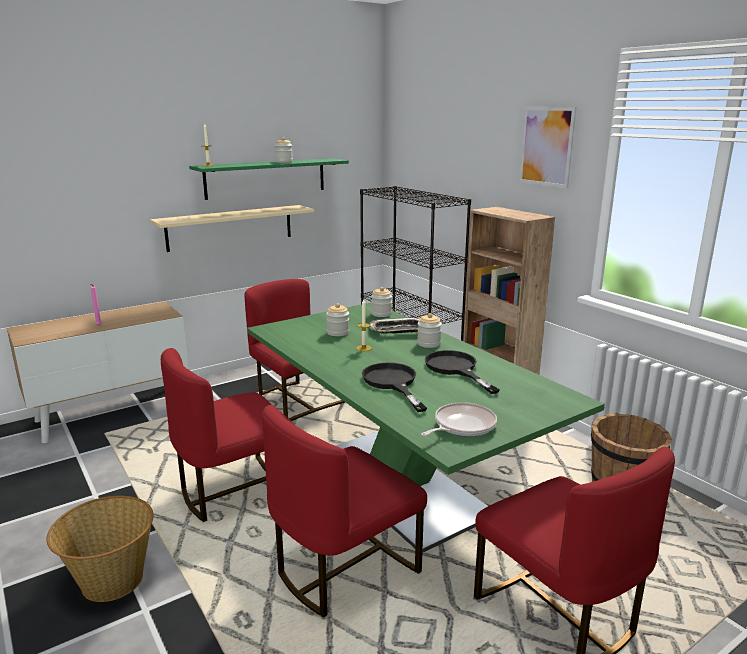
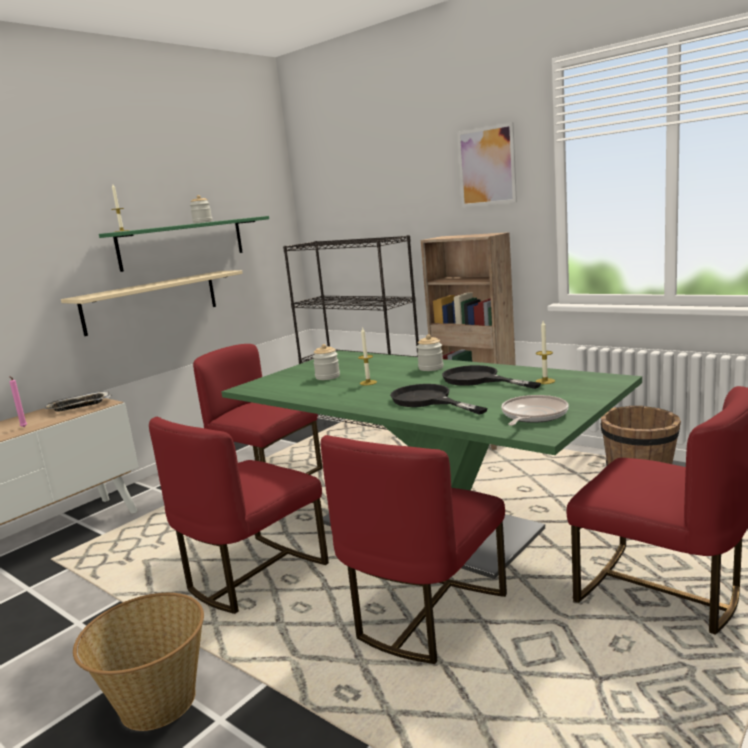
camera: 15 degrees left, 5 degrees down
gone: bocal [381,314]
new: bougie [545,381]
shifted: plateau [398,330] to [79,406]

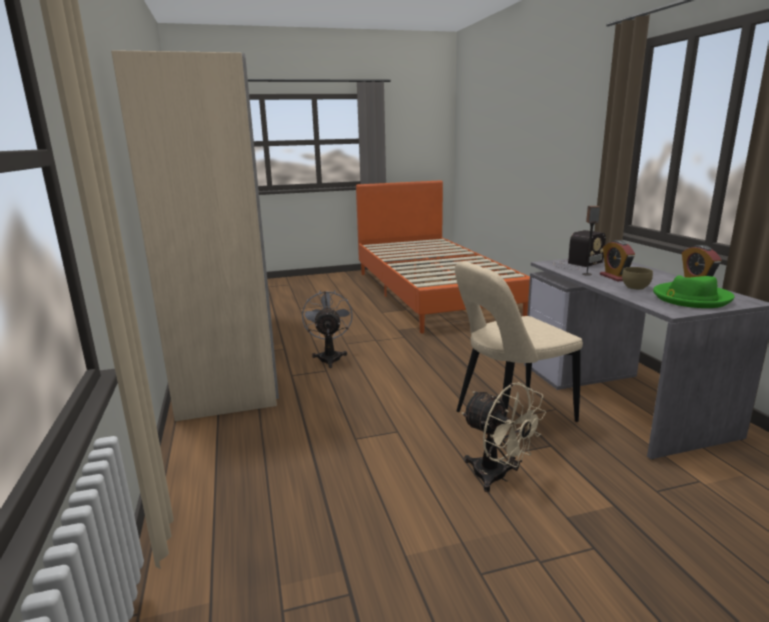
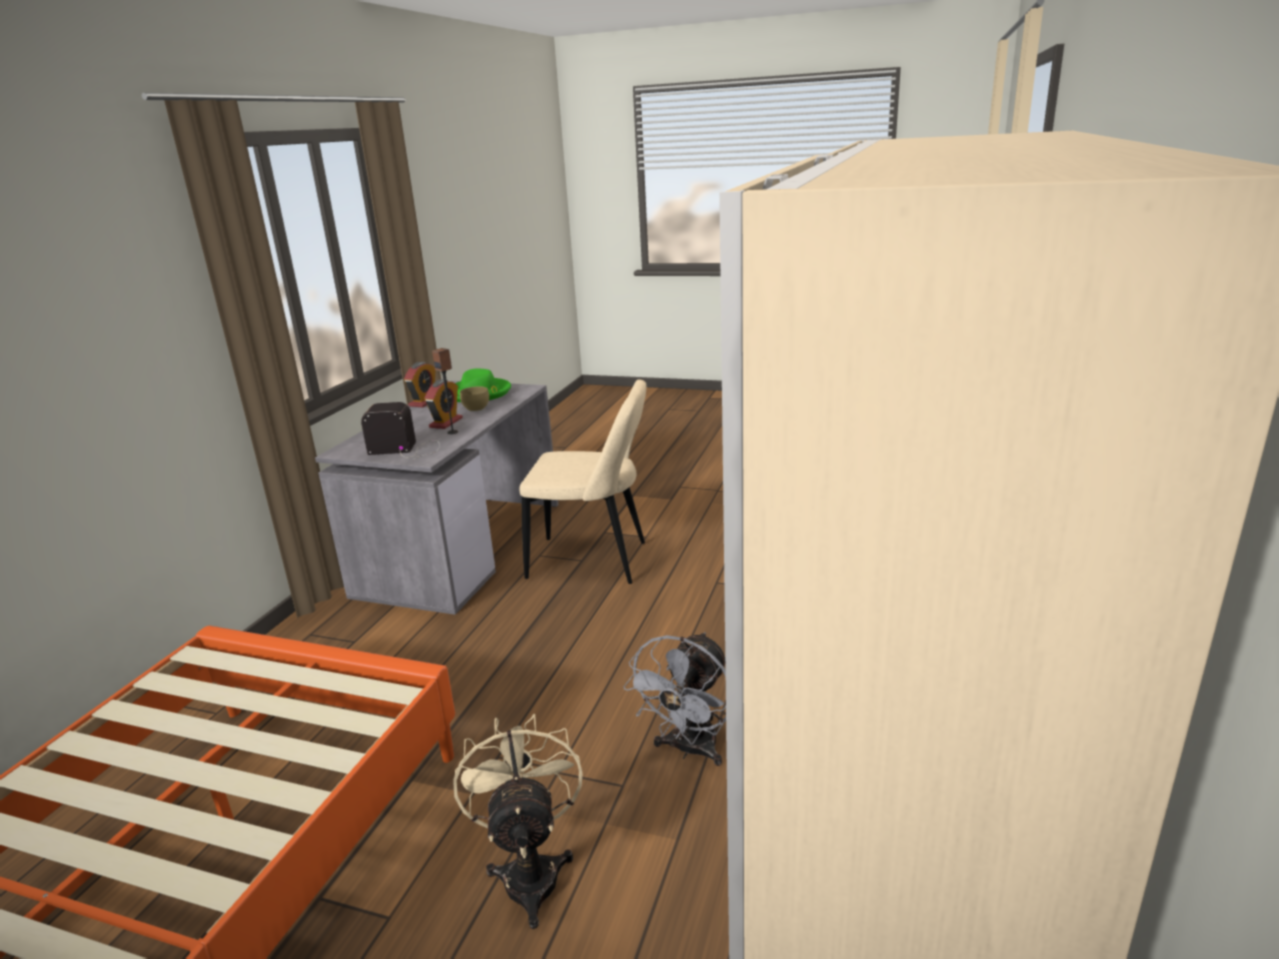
camera: 145 degrees left, 5 degrees up
shifted: ventilateur [beige] [498,477] to [530,871]

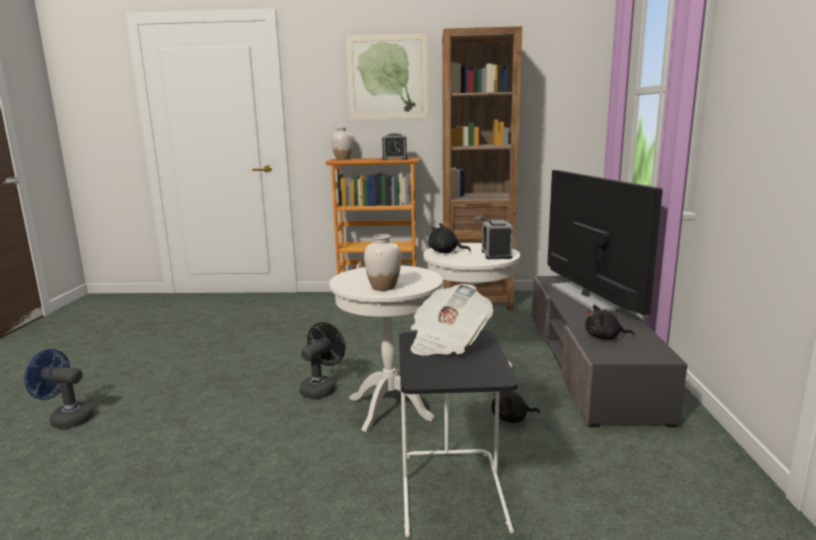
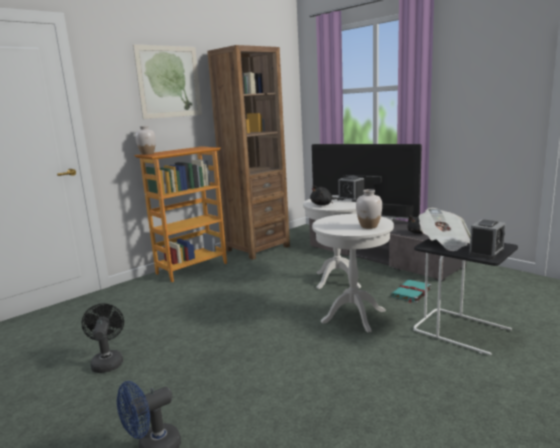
camera: 45 degrees left, 0 degrees up
shifted: réveil [394,159] to [486,252]; ventilateur [noir] [321,388] to [107,361]
swapped: peluche [noir] [512,418] to livre [turquoise] [411,293]

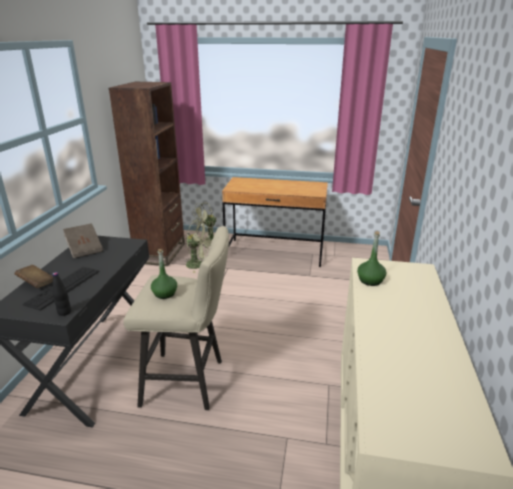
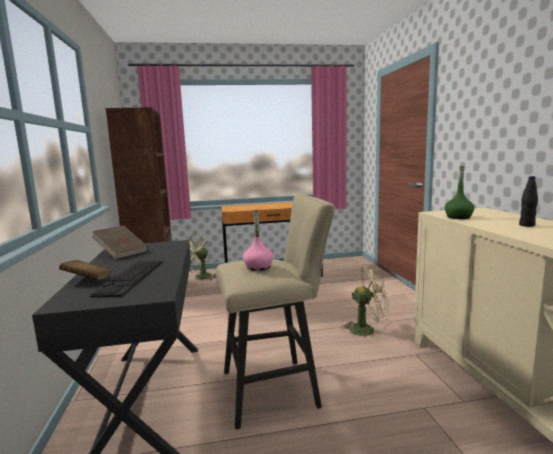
camera: 20 degrees left, 15 degrees down
shifted: ventilateur [vert] [199,265] to [367,329]; bouteille [noir] [64,312] to [527,225]
repainted: bouteille [vert] [165,293] to bouteille [rose] [258,267]

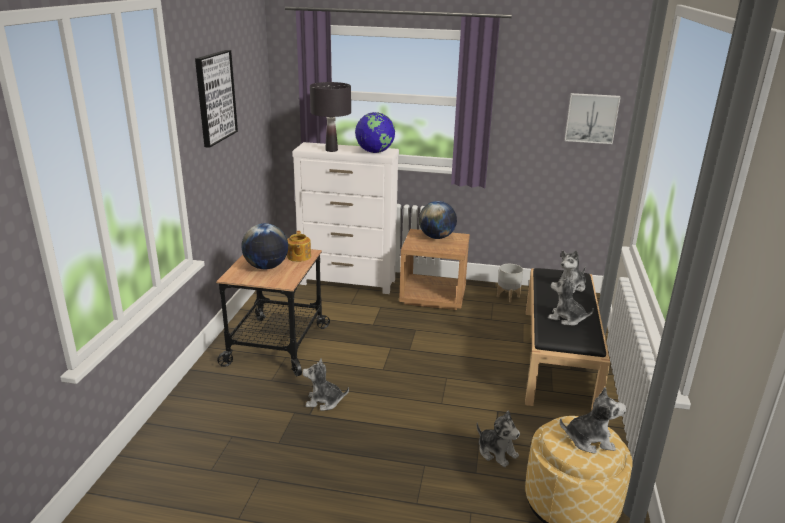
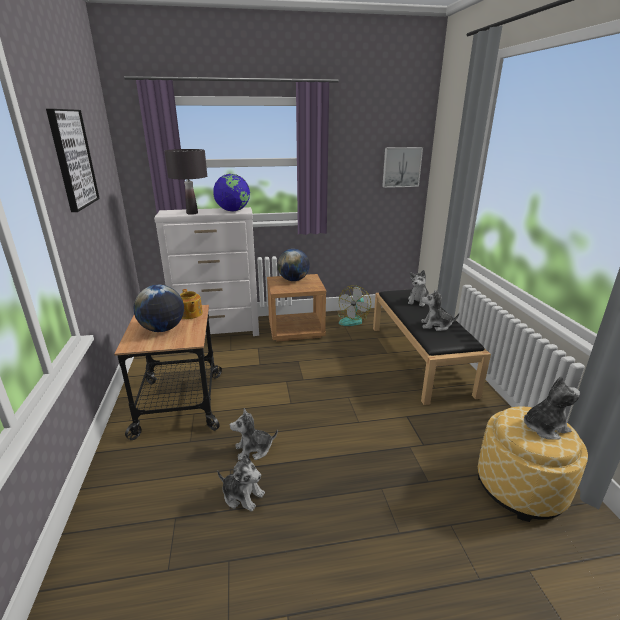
camera: 20 degrees left, 0 degrees up
shifted: peluche [496,452] to [242,495]
swapped: cache-pot [gris] [508,297] to ventilateur [353,319]

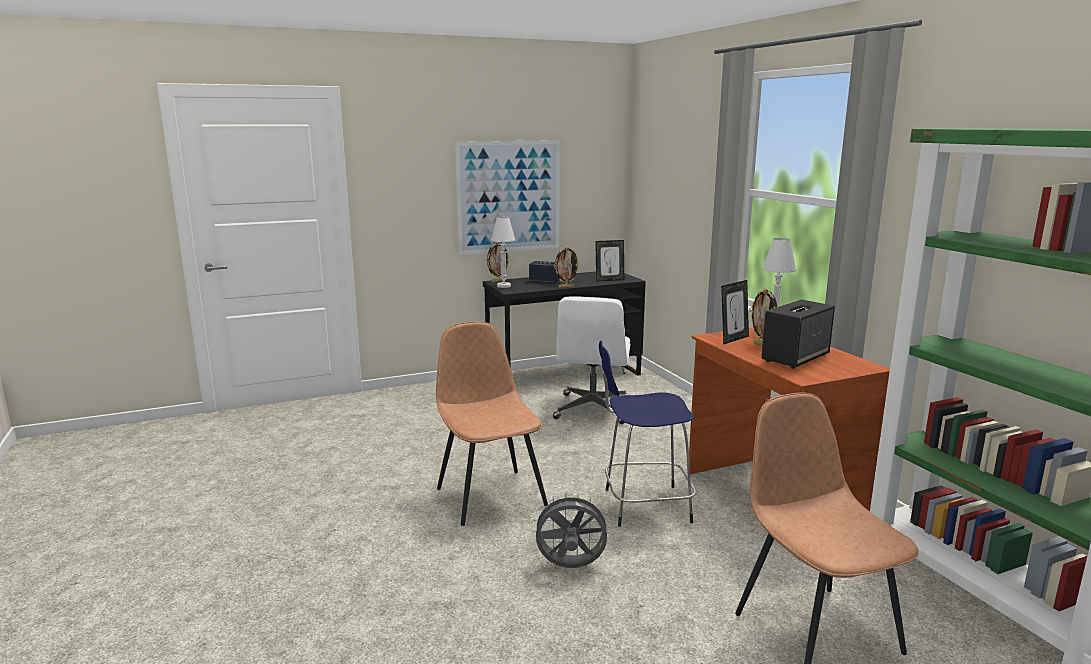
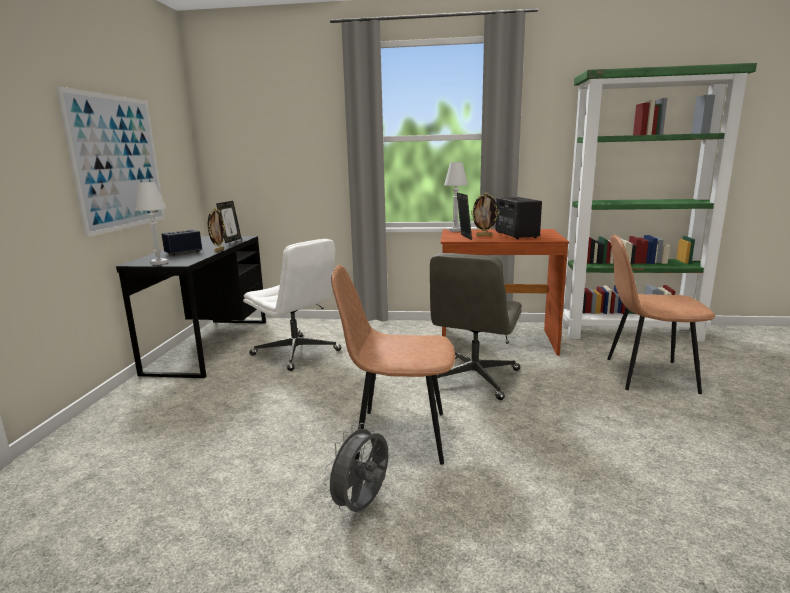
camera: 60 degrees left, 0 degrees up
gone: cadre photo [498,281]
shifted: ventilateur [gris] [570,567] to [362,506]
swapped: tabouret [bleu] [643,505] to chaise de bureau [gris] [474,379]

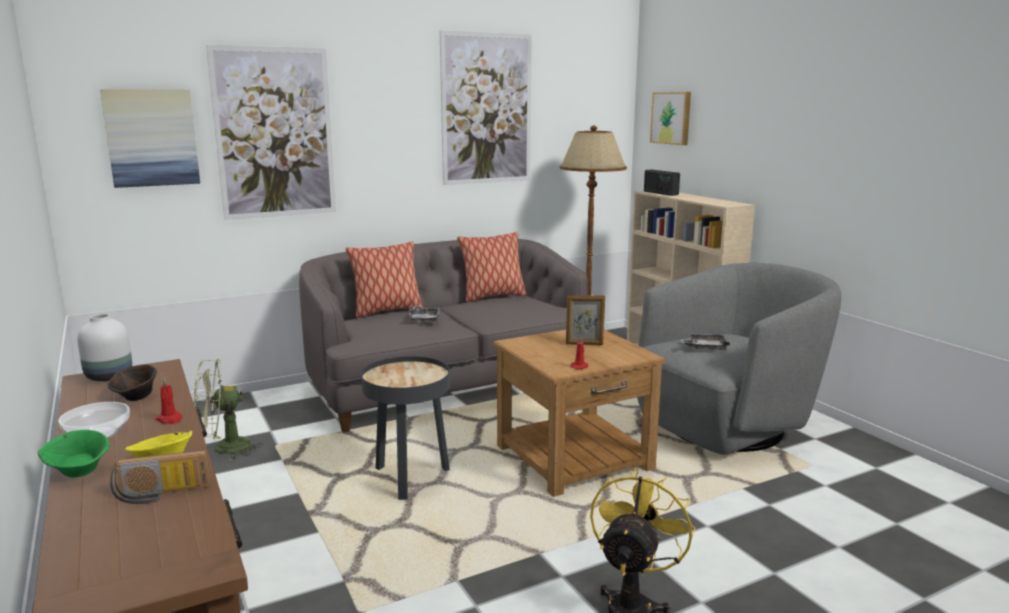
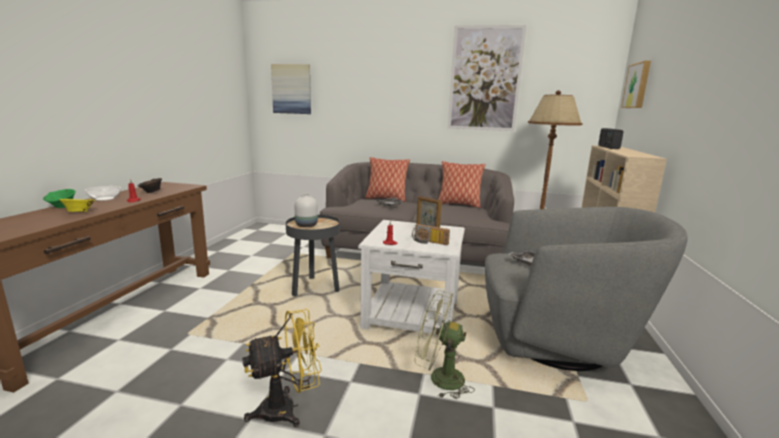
camera: 40 degrees right, 0 degrees up
gone: tableau [274,133]
shifted: vase [blanc] [107,377] to [306,225]; ventilateur [vert] [223,449] to [439,378]; radio [161,494] to [429,242]
repainted: table d'appoint [marron] [574,458] to table d'appoint [blanc] [412,314]

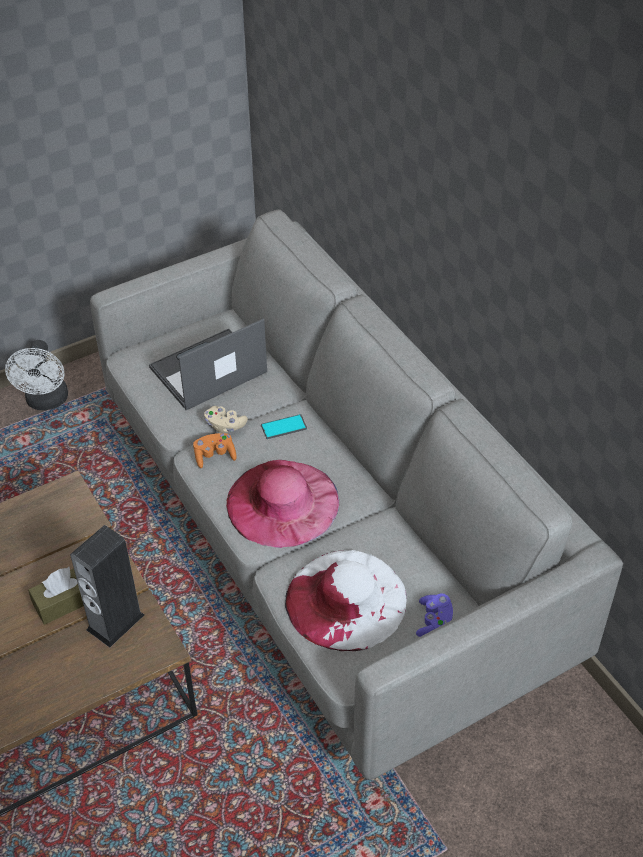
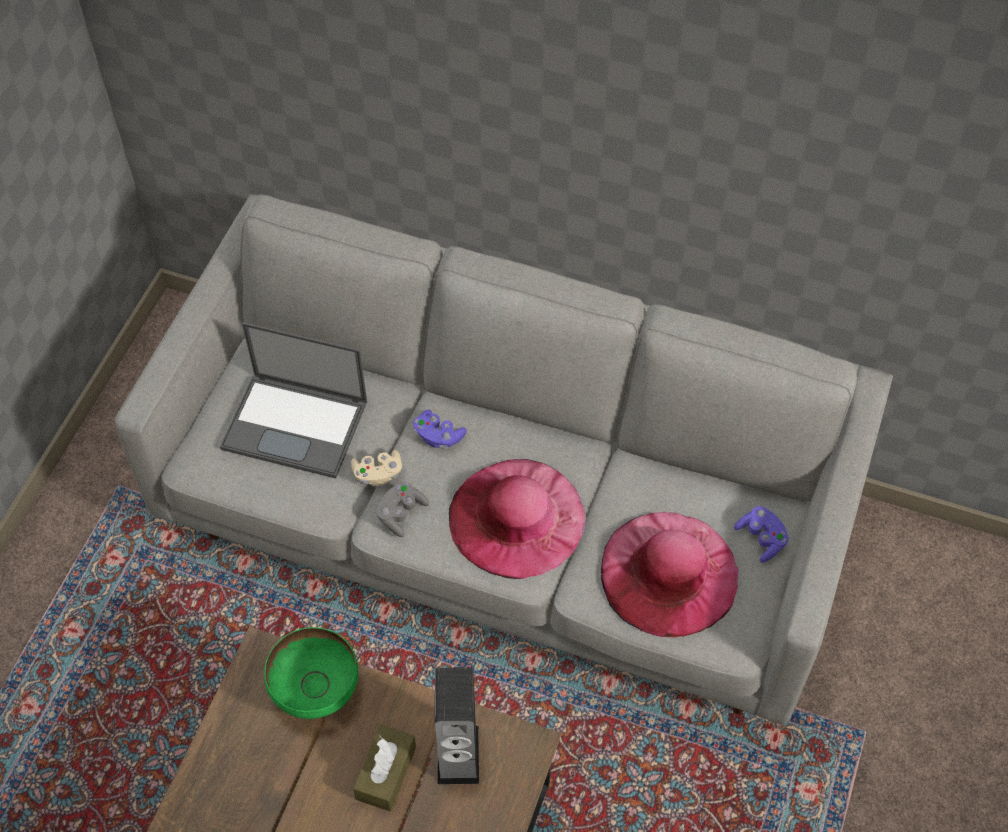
camera: 40 degrees left, 10 degrees up
gone: ventilateur [blanc] [46,402]
new: bol [vert] [315,691]
swapped: téléphone [284,427] to manette [violet] [438,436]
repainted: manette [orange] [214,456] to manette [gris] [401,514]; chapeau [blanc] [346,599] to chapeau [rose] [668,573]
rotated: ordinateur portable [207,371] = [297,425] 90 degrees counterclockwise

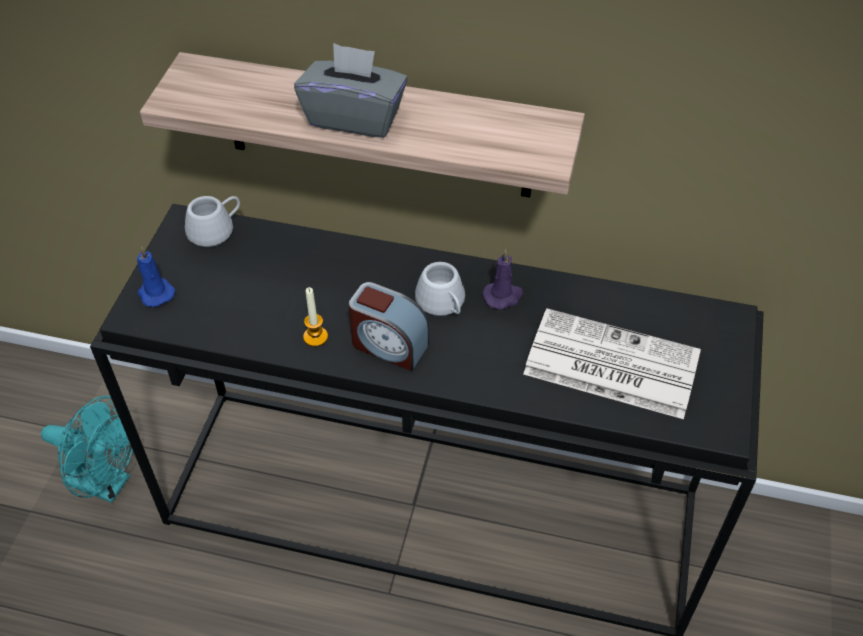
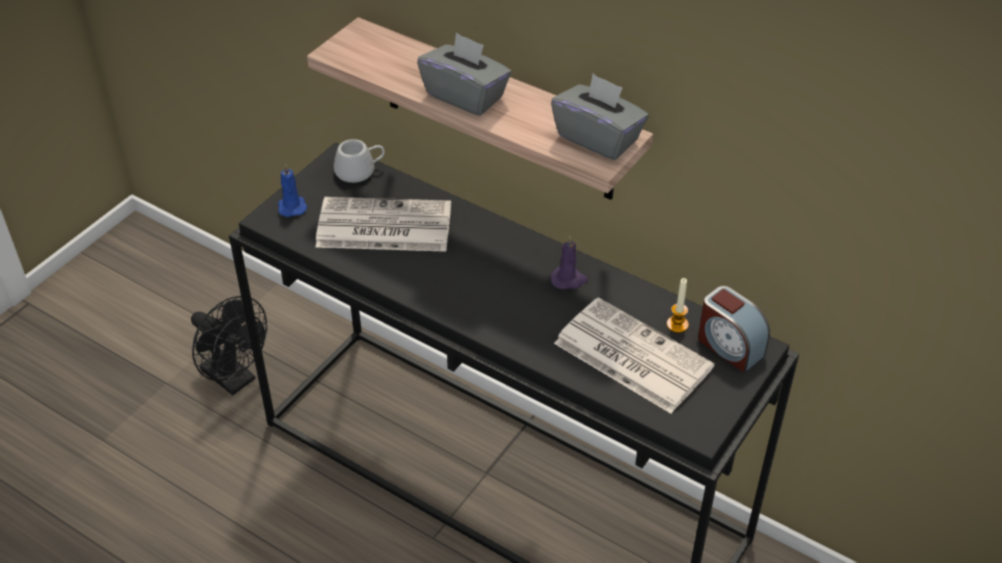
camera: 20 degrees right, 5 degrees down
gone: mug [blanc] [443,304]
new: boîte à mouchoirs [gris] [598,138]; journal [382,226]
shifted: réveil [388,345] to [729,346]; bougie [315,337] to [677,325]
repainted: ventilateur [turquoise] [107,483] to ventilateur [noir] [234,379]

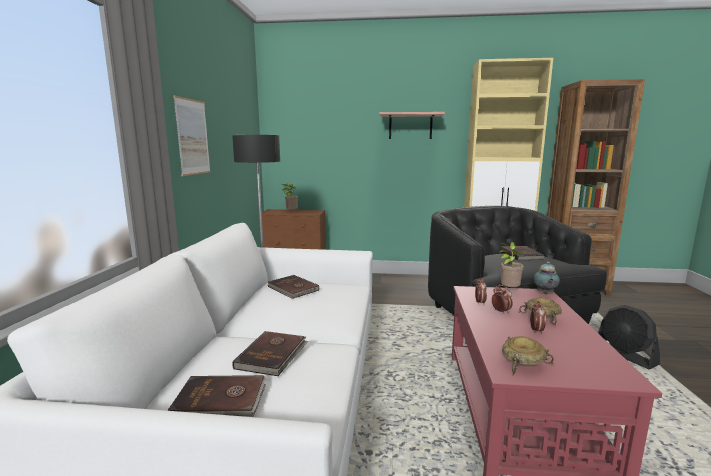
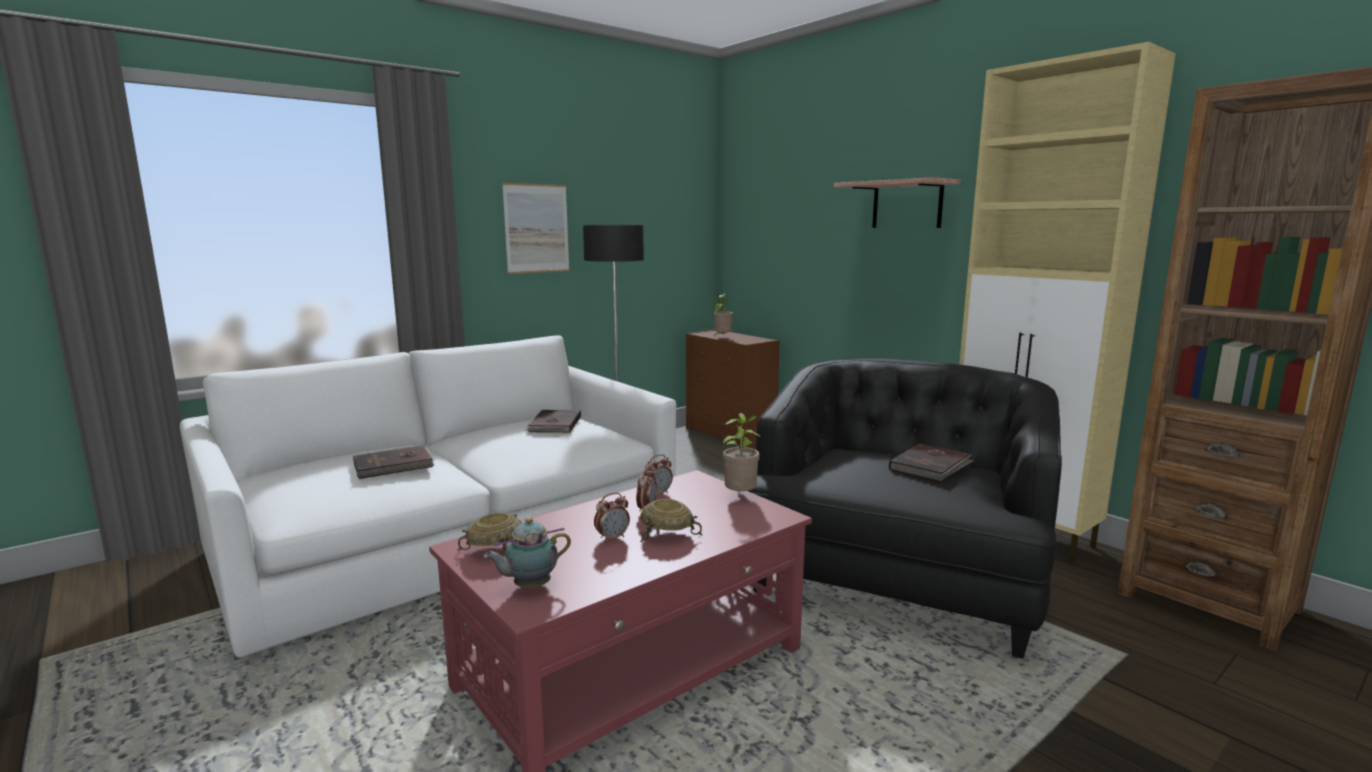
camera: 45 degrees right, 0 degrees up
gone: ventilateur [noir] [625,355]; livre [marron] [220,401]
shifted: théière [544,293] to [529,587]

